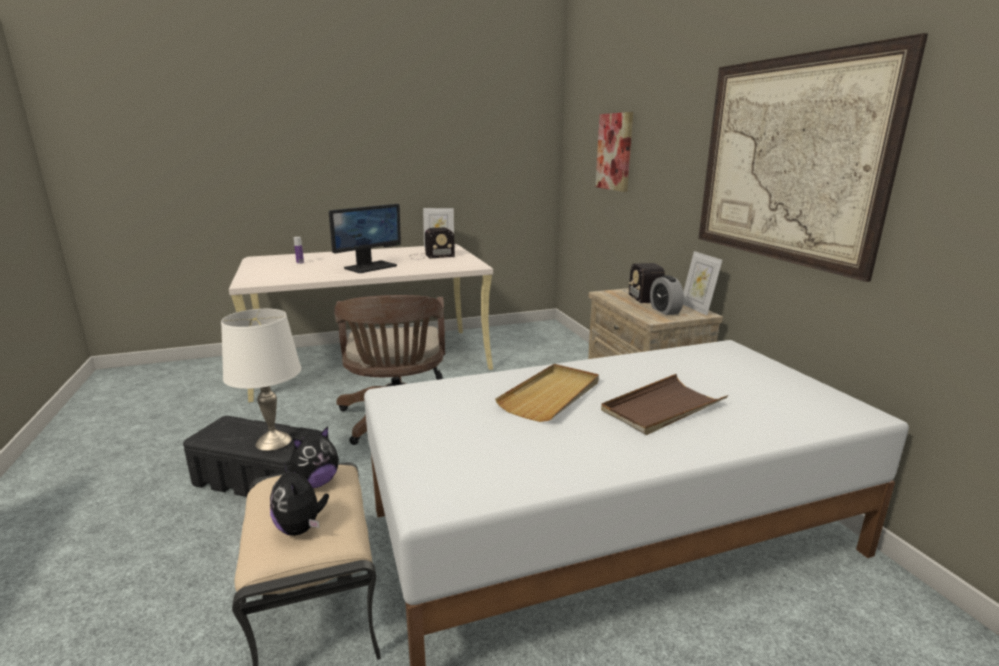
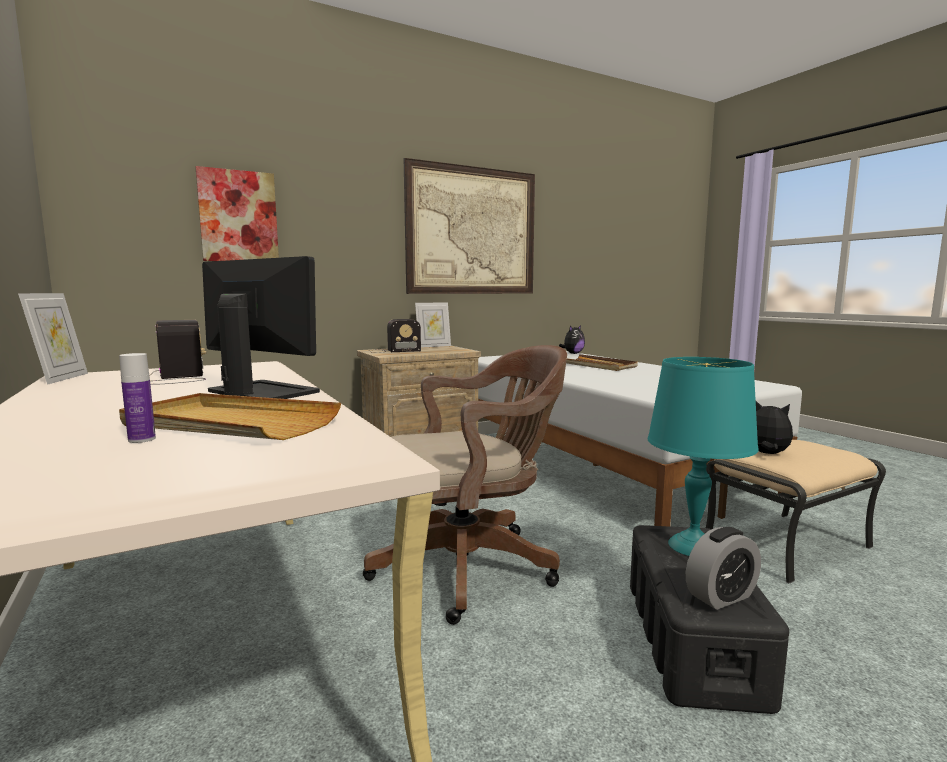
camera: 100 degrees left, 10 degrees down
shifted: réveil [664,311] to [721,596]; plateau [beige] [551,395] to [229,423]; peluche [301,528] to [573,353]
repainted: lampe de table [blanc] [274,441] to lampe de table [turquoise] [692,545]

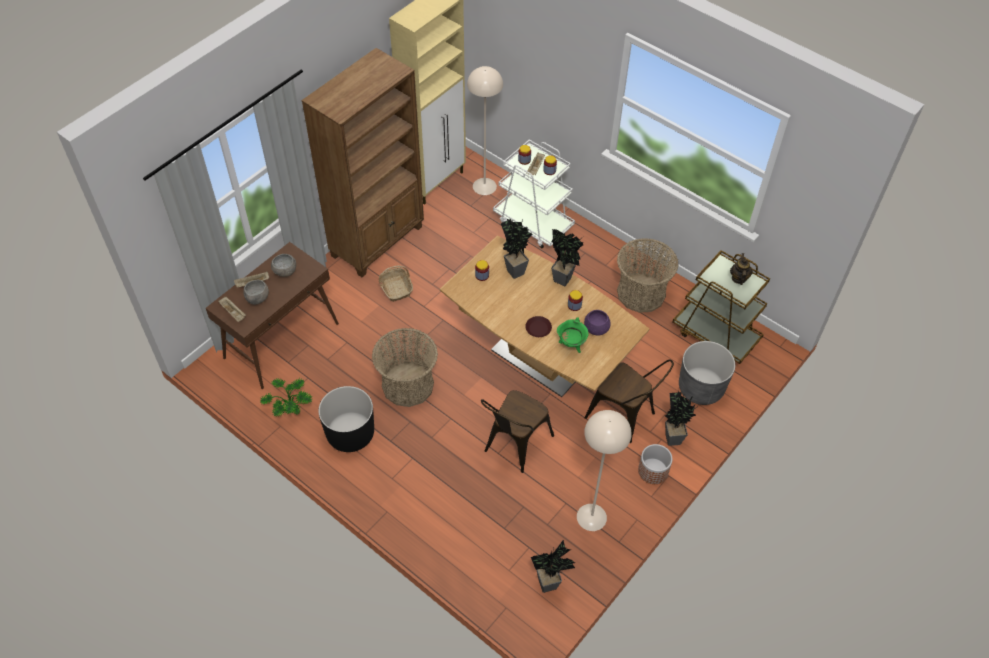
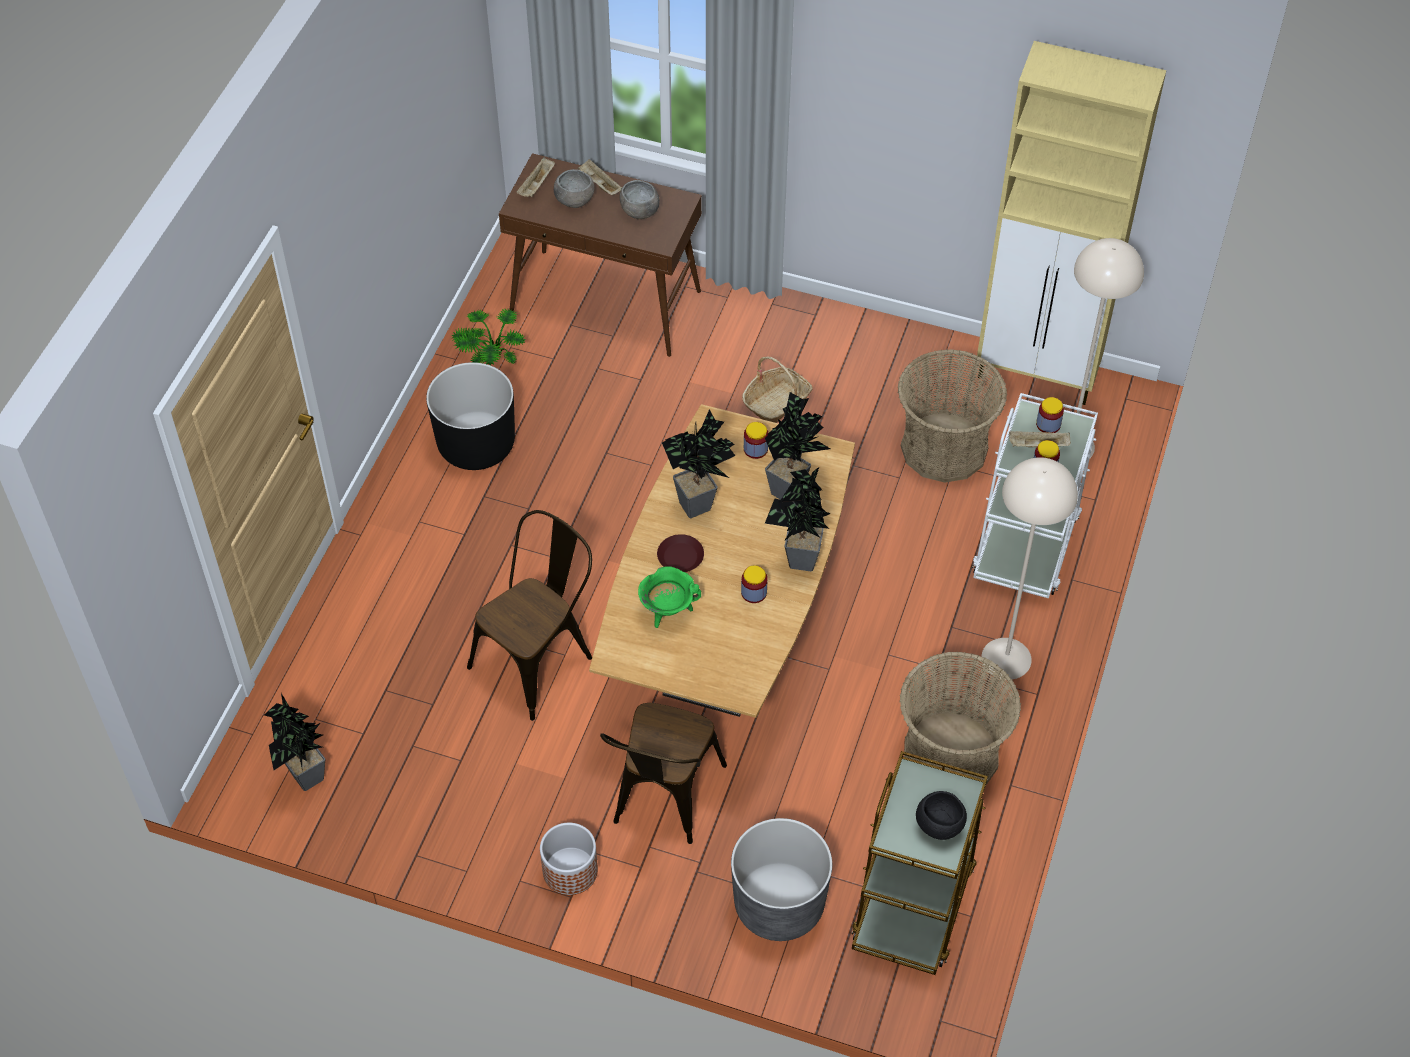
camera: 70 degrees right, 0 degrees up
gone: bibliothèque [marron] [378,241]; bol [violet] [596,328]
shifted: panier [407,385] to [944,447]; plante en pot [674,436] to [701,506]; lampadaire [beige] [591,517] to [1005,658]
swapped: théière [738,278] to bol [noir] [938,825]
rotated: chaise [marron] [514,446] = [539,658] 120 degrees clockwise

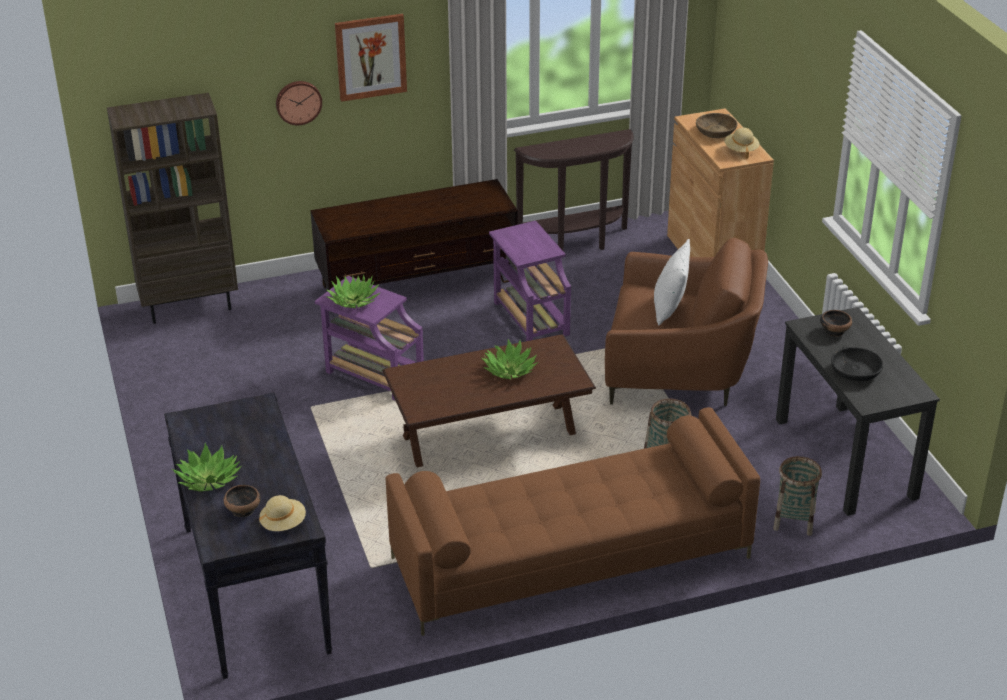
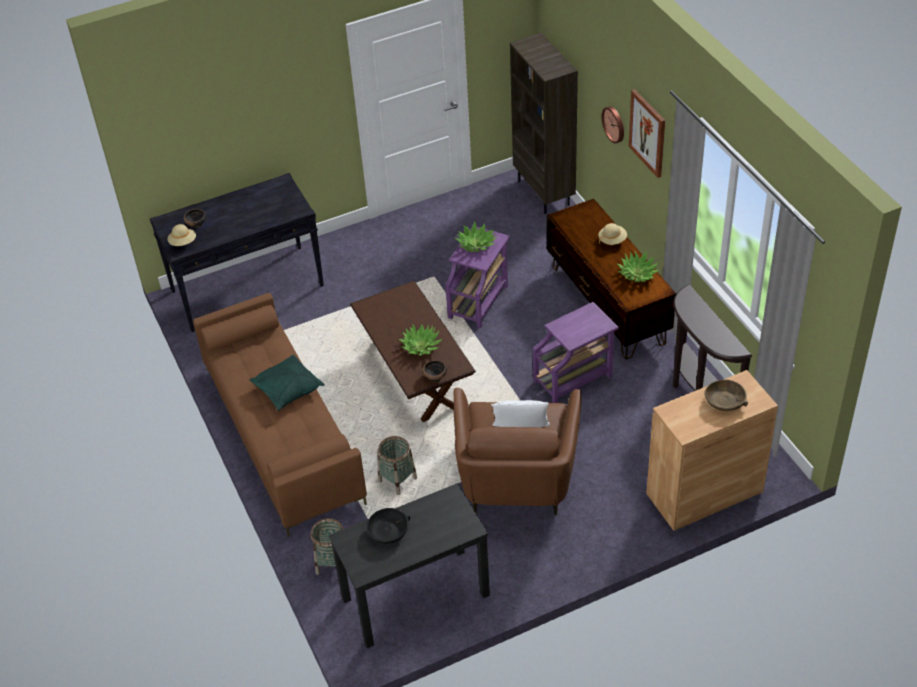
camera: 85 degrees right, 10 degrees up
new: coussin [vert] [287,389]
shifted: chapeau [beige] [741,150] to [612,240]; bol [834,330] to [435,376]; plante en pot [208,479] to [637,273]

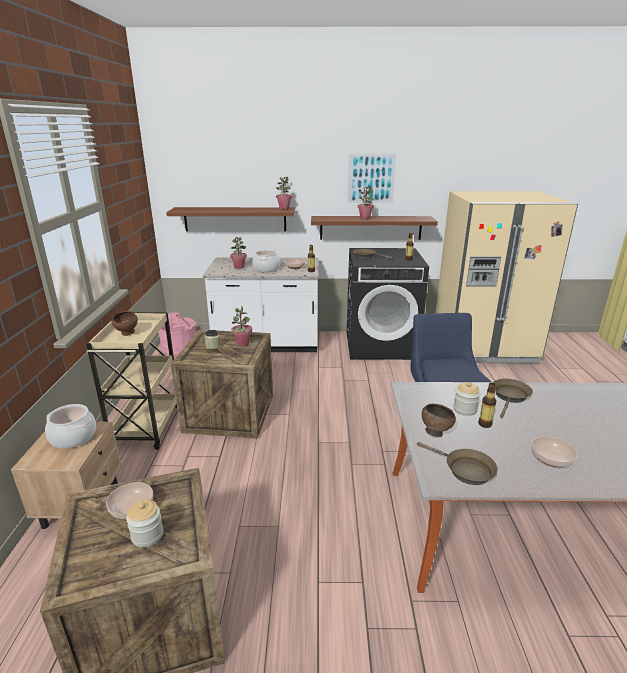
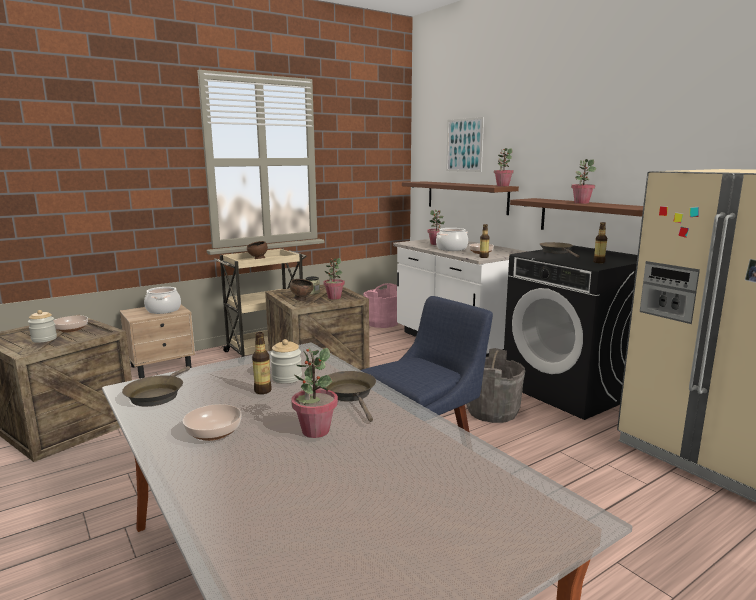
camera: 55 degrees right, 10 degrees down
new: plante en pot [315,431]; seau [gris] [492,411]
shifted: tableau [371,178] to [464,145]; bol [marron] [435,432] to [302,300]
rotated: poêle [marron] [510,397] = [350,394] 105 degrees counterclockwise

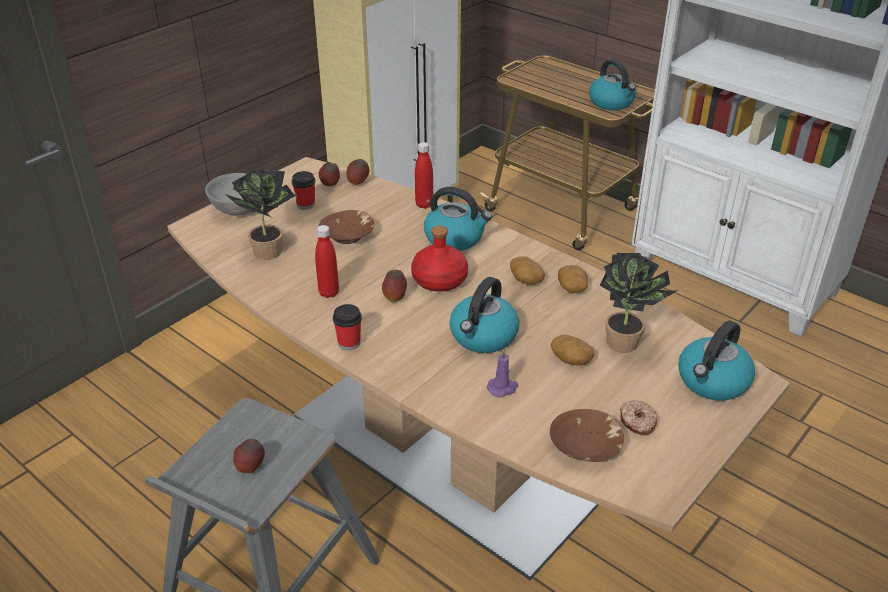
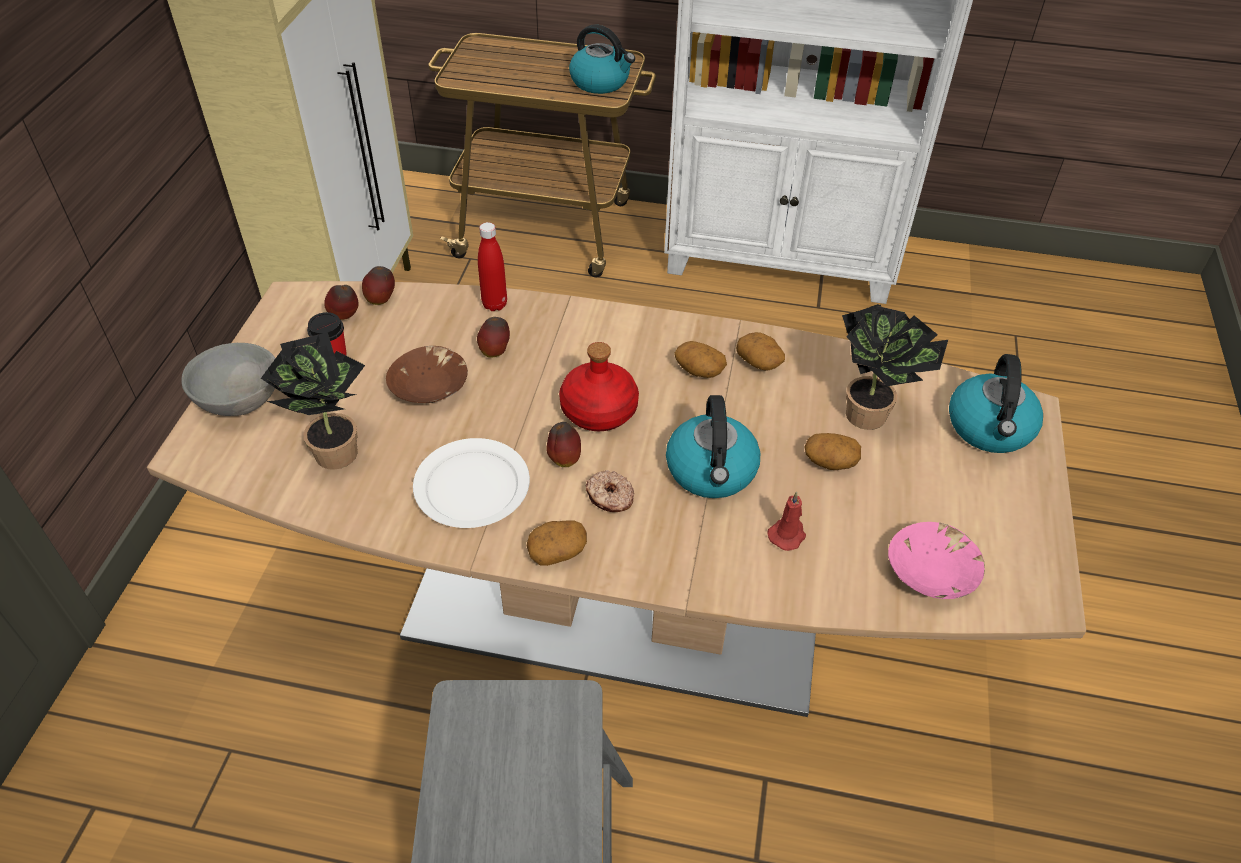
camera: 30 degrees left, 10 degrees up
gone: bouilloire [455,238]
shifted: beignet [637,422] to [610,497]; pomme [251,468] to [495,352]
swapped: bouteille [rouge] [329,293] to assiette [blanc] [472,485]; tasse [349,343] to pomme de terre [557,551]
repainted: bougie [violet] [503,388] to bougie [rouge] [787,534]; bol [marron] [585,447] to bol [rose] [932,572]

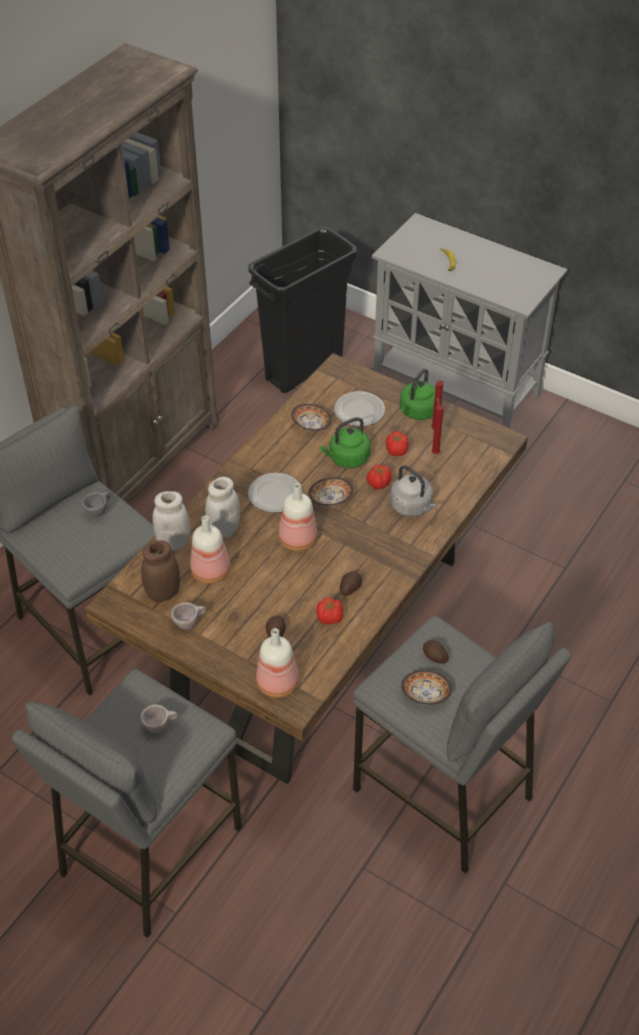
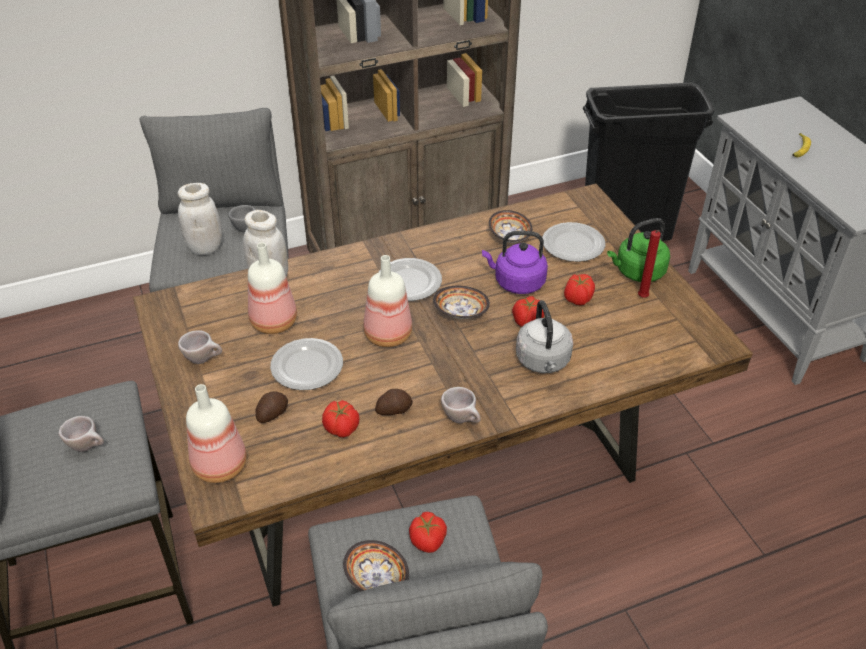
camera: 35 degrees right, 5 degrees down
gone: bougie [rouge] [435,452]; bocal [marron] [163,593]
new: assiette [307,366]; tasse [beige] [462,419]
shifted: bocal [blanc] [224,529] to [205,248]
swapped: pomme de terre [434,657] to tomate [428,541]
repainted: bouilloire [vert] [347,458] to bouilloire [violet] [516,282]

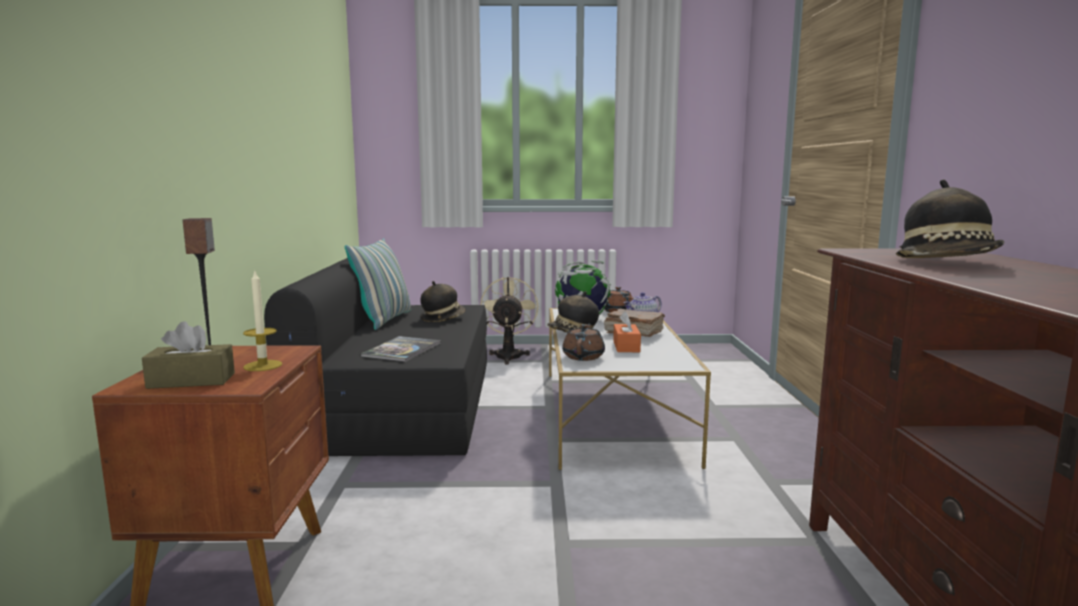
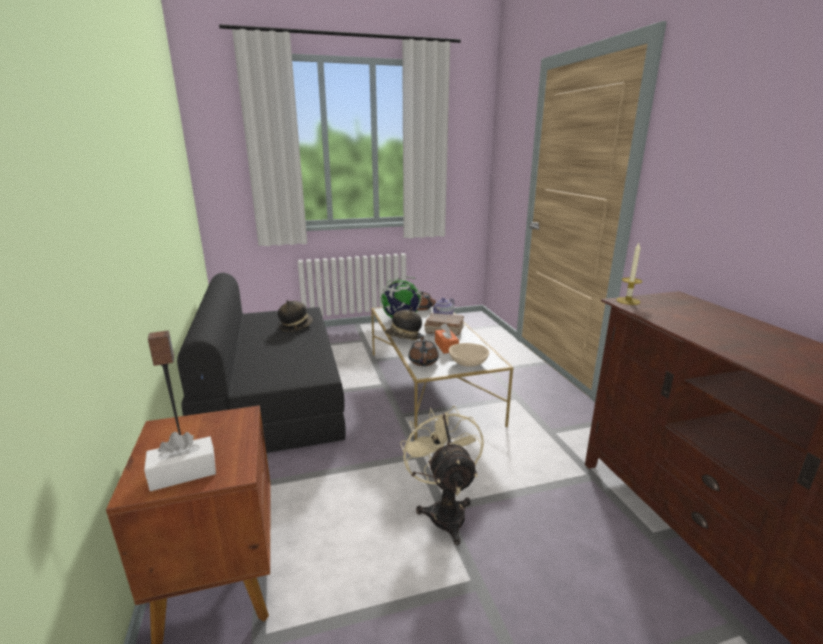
camera: 15 degrees left, 10 degrees up
gone: chapeau [948,263]; coussin [384,320]; livre [402,350]
new: bol [beige] [468,362]
shifted: bougie [263,366] to [628,301]; ventilateur [beige] [509,355] to [444,511]
repainted: boîte à mouchoirs [marron] [191,380] to boîte à mouchoirs [blanc] [183,473]

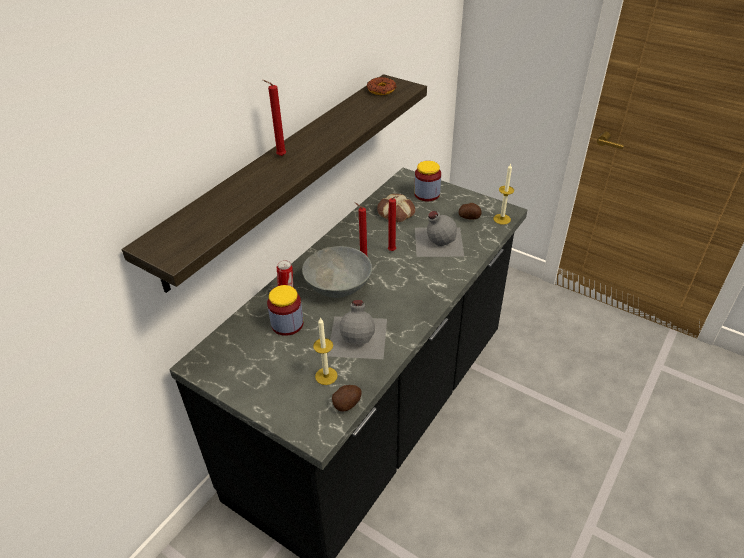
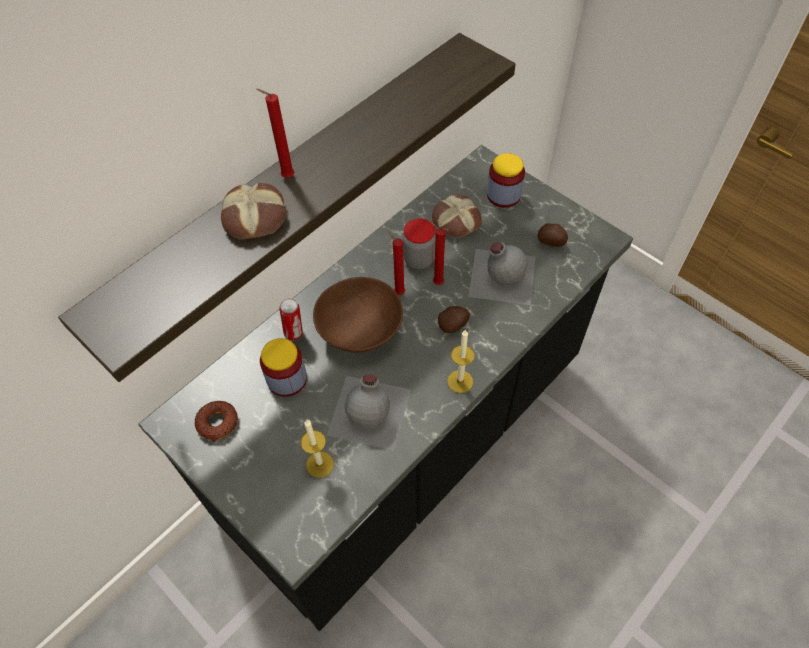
camera: 10 degrees right, 15 degrees up
new: pain [256,217]; bocal [419,259]
shifted: beignet [381,90] to [217,423]; bougie [502,219] to [460,381]; pomme de terre [347,404] to [453,325]
repainted: bol [gris] [338,286] to bol [marron] [360,330]

